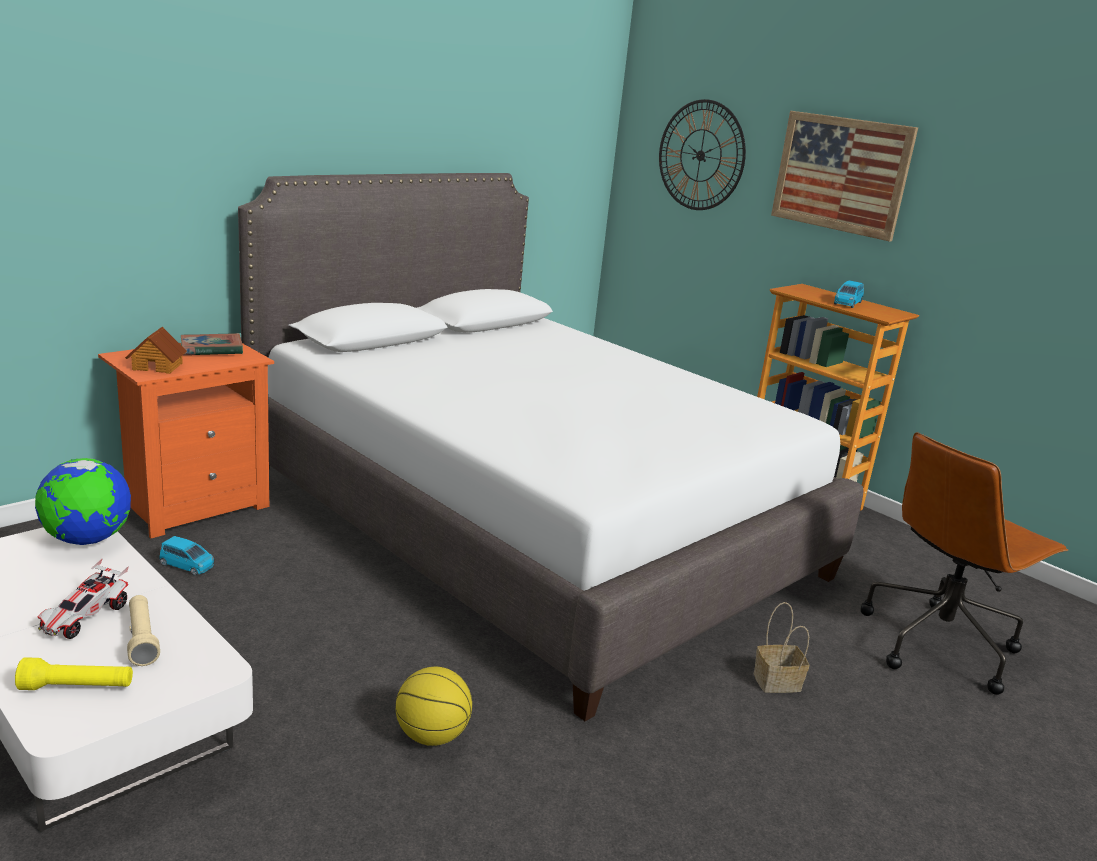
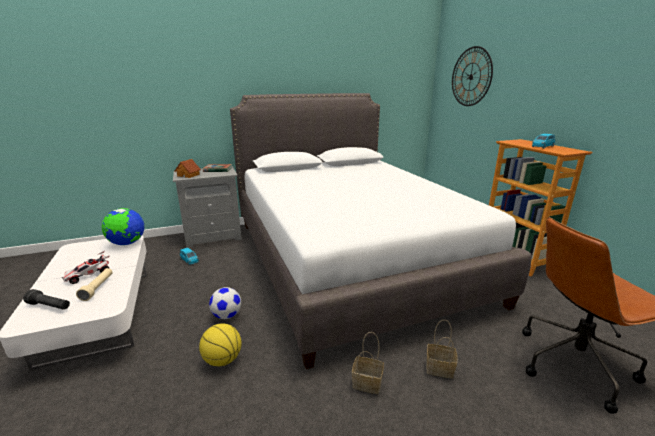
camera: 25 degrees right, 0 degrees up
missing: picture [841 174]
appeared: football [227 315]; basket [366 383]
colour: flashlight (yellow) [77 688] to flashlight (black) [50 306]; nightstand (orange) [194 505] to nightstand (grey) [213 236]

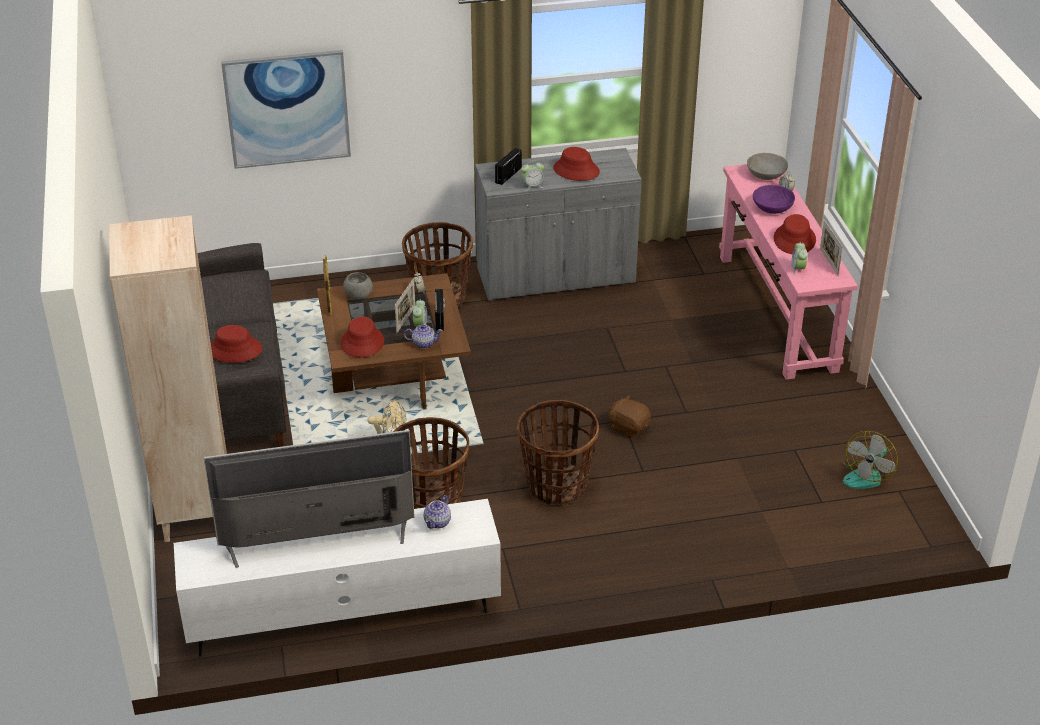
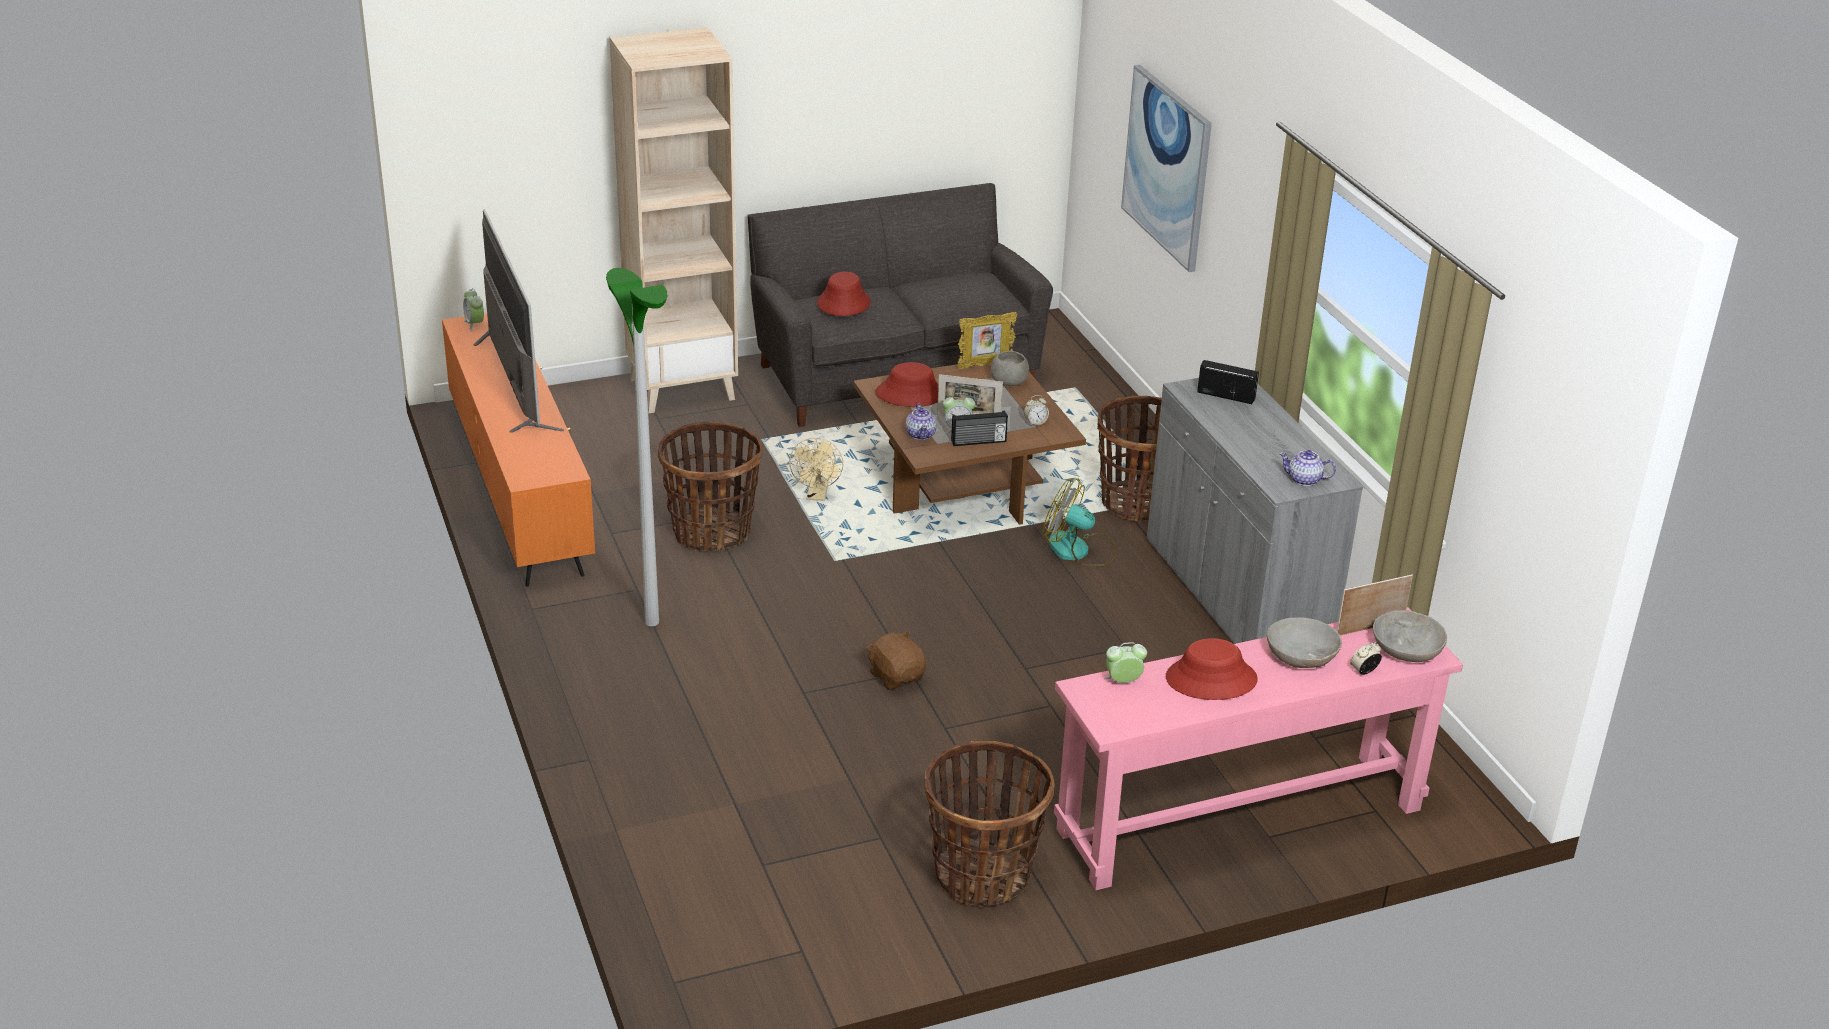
camera: 80 degrees right, 5 degrees down
missing: hat (red) [576 170]
appeared: floor lamp [652 622]
relocated: teapot [438 522] to [1305 480]; basket [556 486] to [982 875]; alarm clock [532 186] to [474 324]; picture frame [829 262] to [1370 628]; fan [866 474] to [1078 550]
colour: tv stand (white) [343 615] to tv stand (orange) [521 494]; bowl (purple) [772 207] to bowl (grey) [1301 656]
spun: plush toy (brown) [628 427] = [896 676] 60 degrees counterclockwise

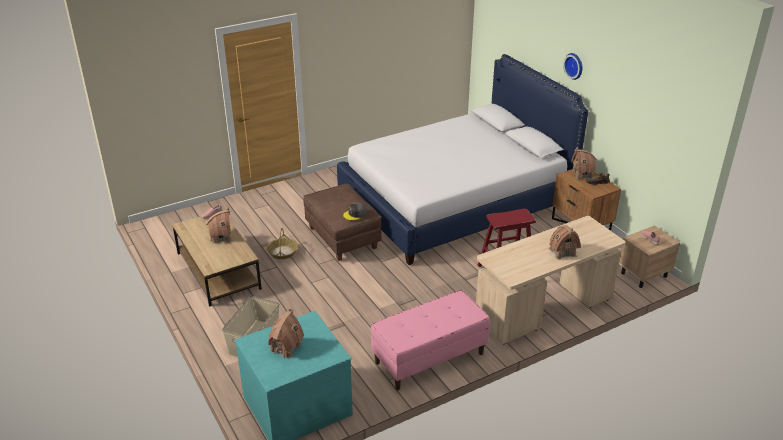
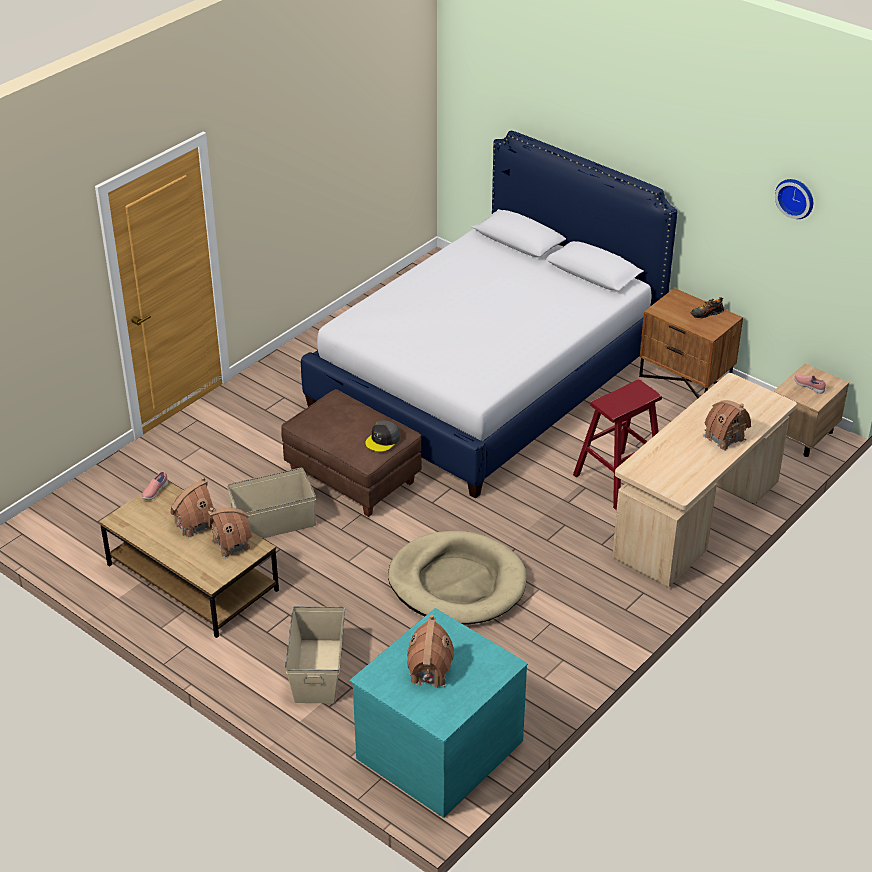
camera: 20 degrees left, 5 degrees up
missing: bench (pink) [429 358]
appeared: dog bed (beige) [457 583]
relocated: wall clock [575 65] to [796 197]; toy house [582 174] to [231 544]
exchanged: basket [282 252] to storage box (beige) [274 523]

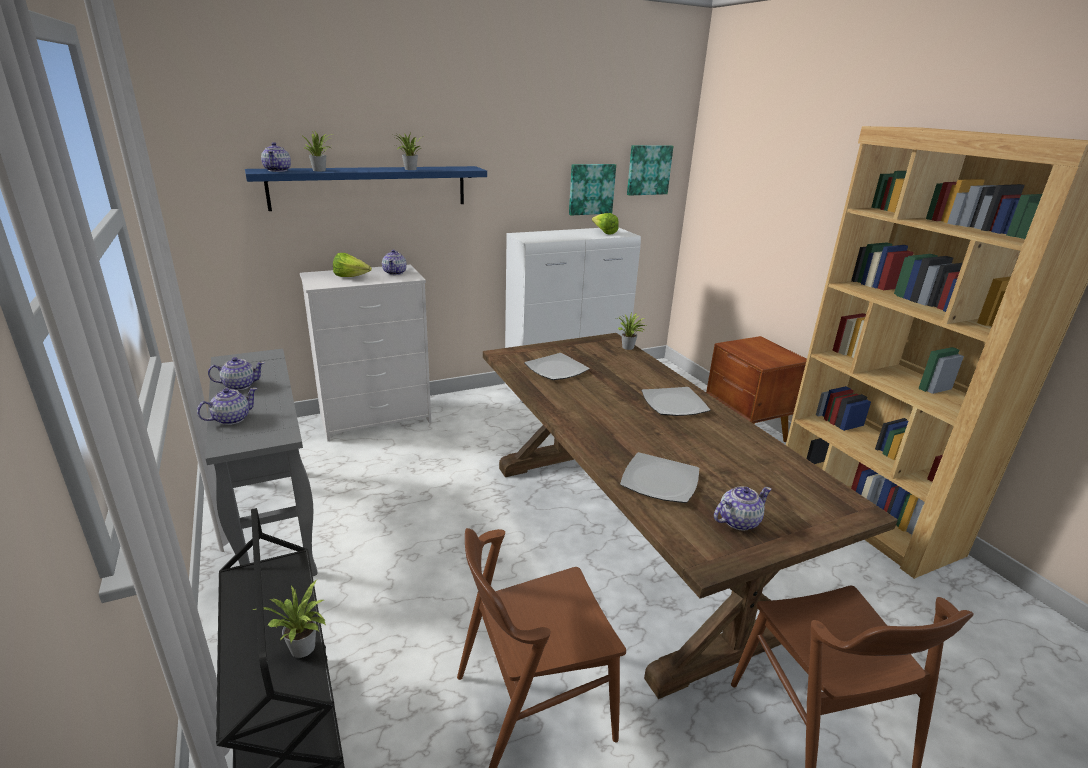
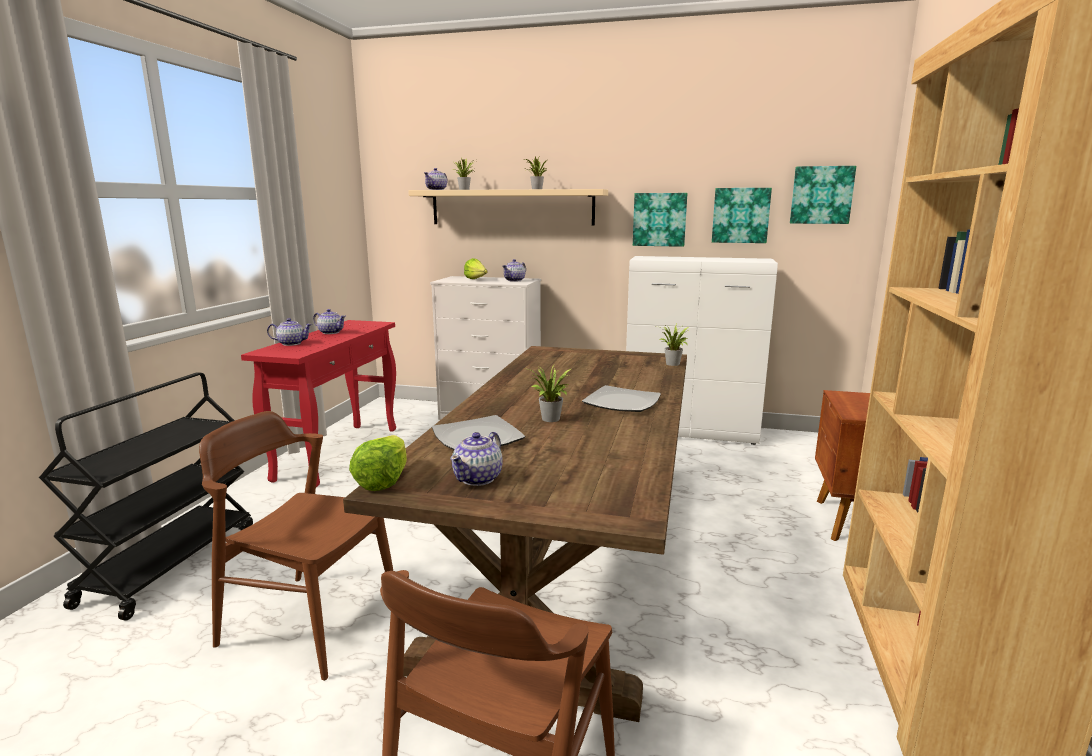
camera: 40 degrees right, 10 degrees down
missing: plate [556 369]
appeared: picture [659 219]
relocated: potted plant [303 650] to [550 420]; lettuce [604 232] to [383 480]
colour: console table (grey) [274 523] to console table (red) [339 452]; shelf (blue) [370 187] to shelf (beige) [511 207]
spun: teapot [738 521] = [478 478] 105 degrees clockwise

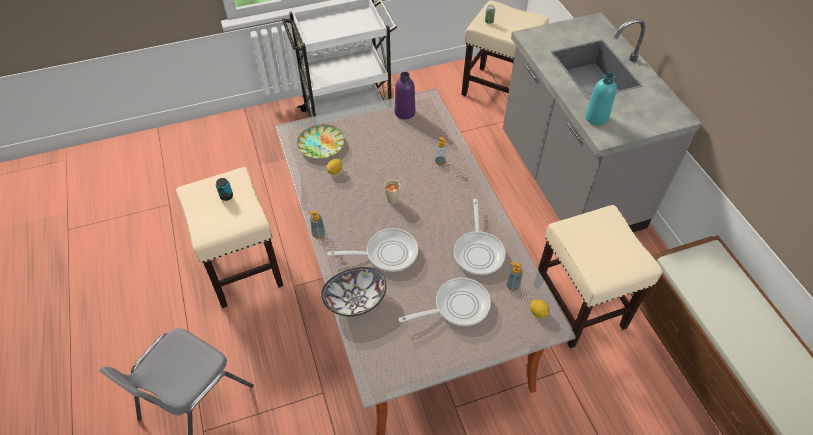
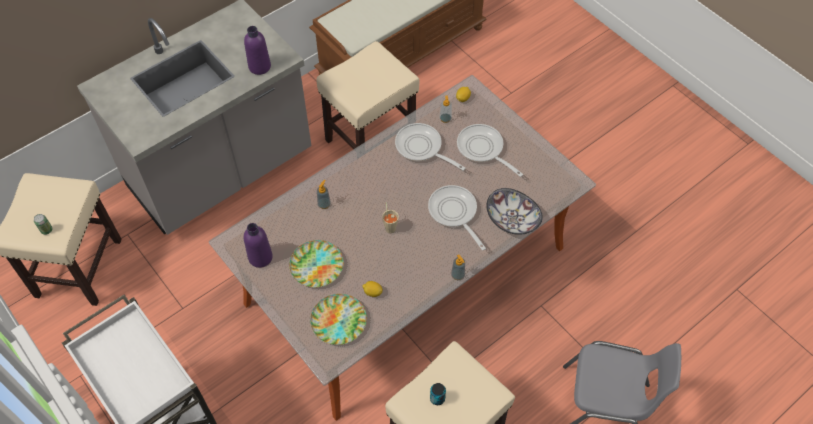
camera: 110 degrees left, 5 degrees up
appeared: plate [316 265]
colour: bottle (turquoise) [596 118] to bottle (purple) [259 66]
spun: frying pan [478 251] = [421 148] 120 degrees counterclockwise

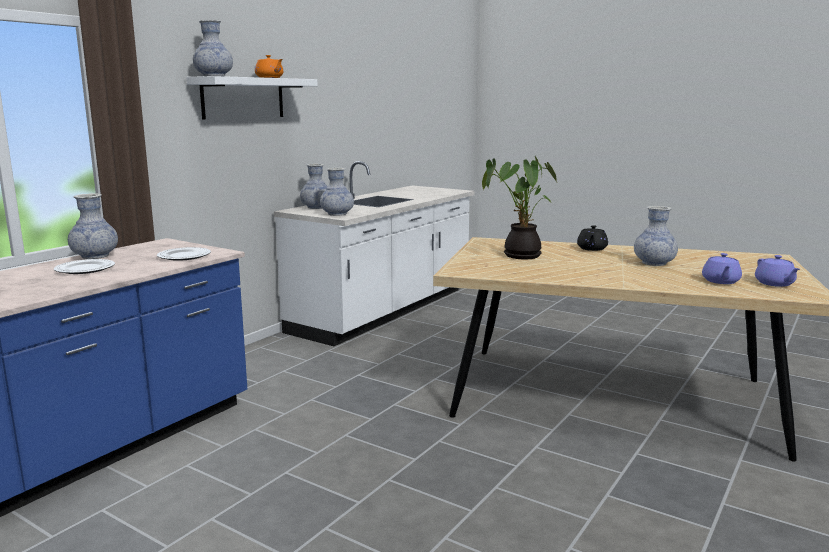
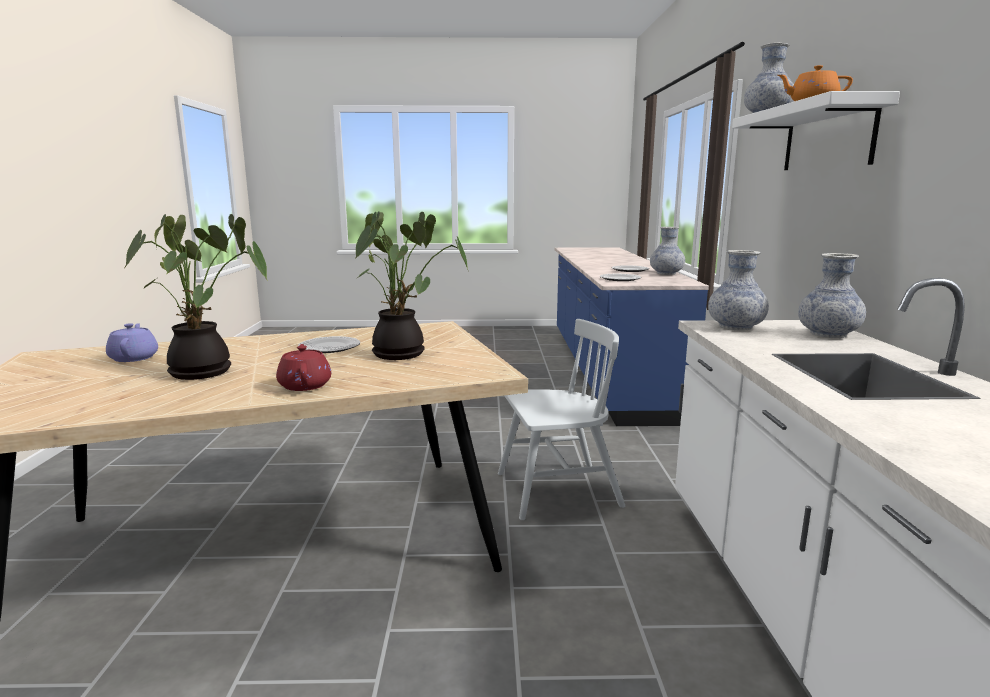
camera: 145 degrees right, 0 degrees up
missing: teapot (purple) [775 284]
appeared: plate [328 347]; chair (white) [557 490]
exchanged: vase [654 263] to potted plant [206 372]
colour: teapot (black) [591 249] to teapot (red) [305 385]

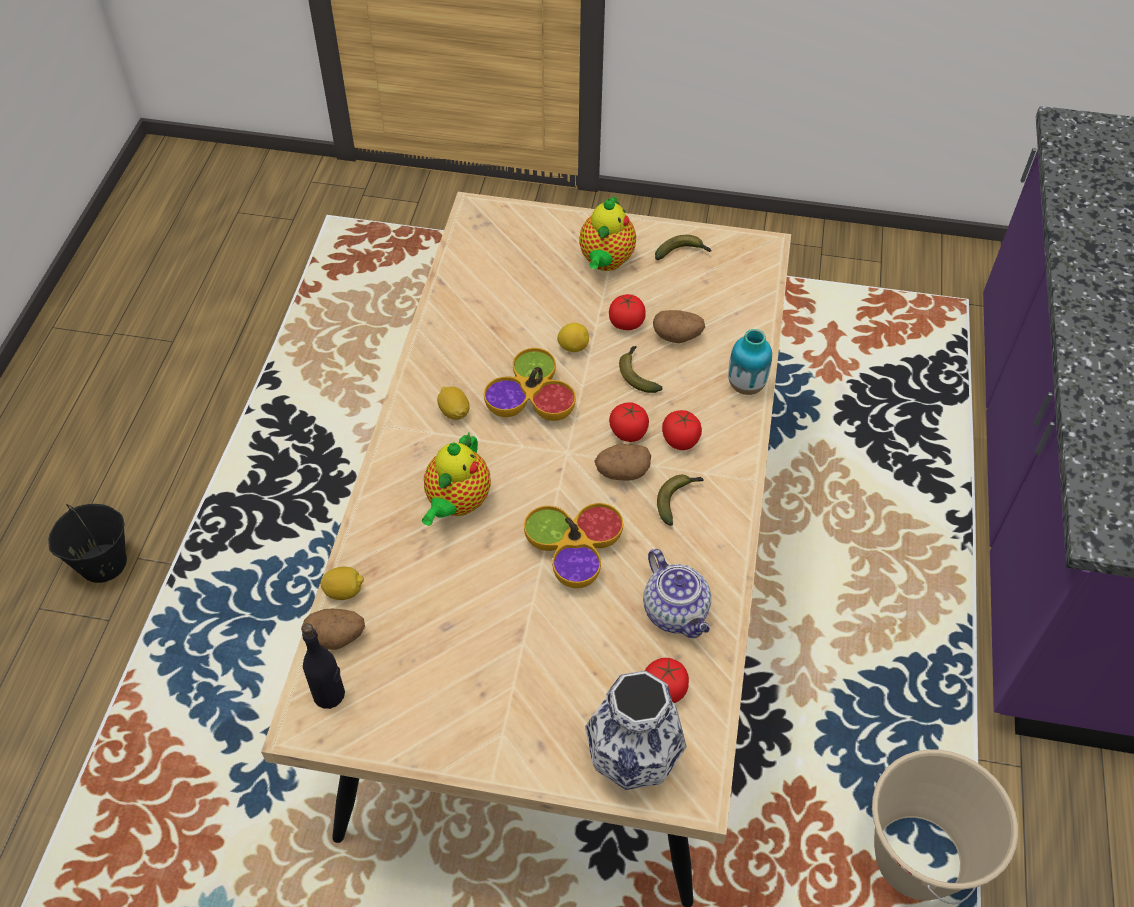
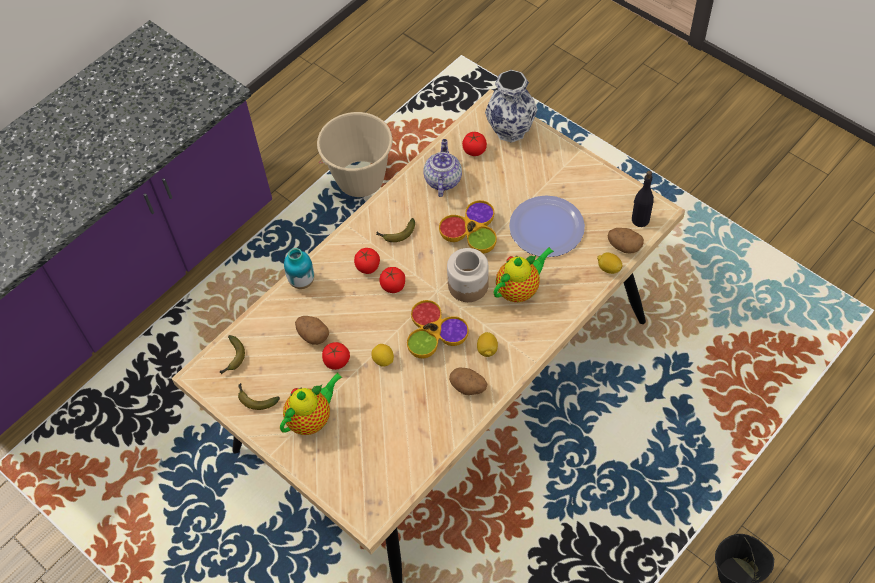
camera: 145 degrees left, 5 degrees up
appeared: jar [468 286]; plate [546 227]
relocated: potato [622 472] to [468 387]; banana [637 374] to [232 358]

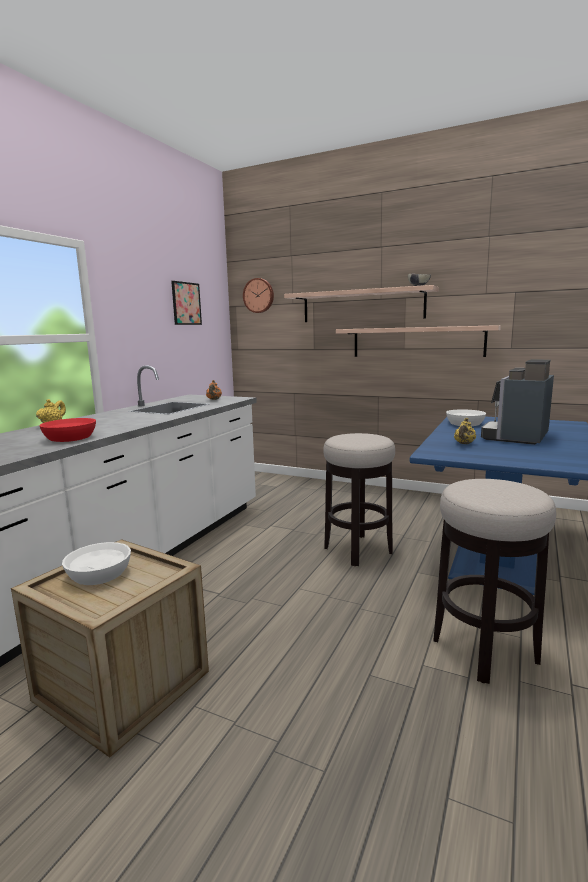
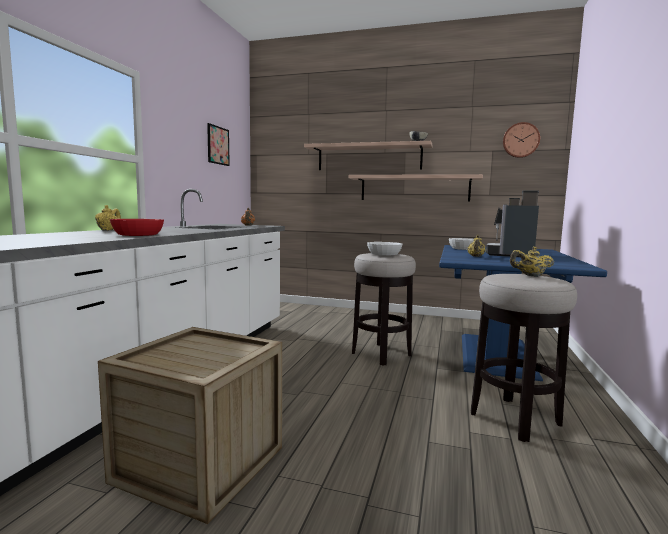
camera: 10 degrees left, 5 degrees down
appeared: teapot (yellow) [530 276]
relocated: bowl (white) [99 574] to [383 254]; wall clock [259 295] to [520 140]

